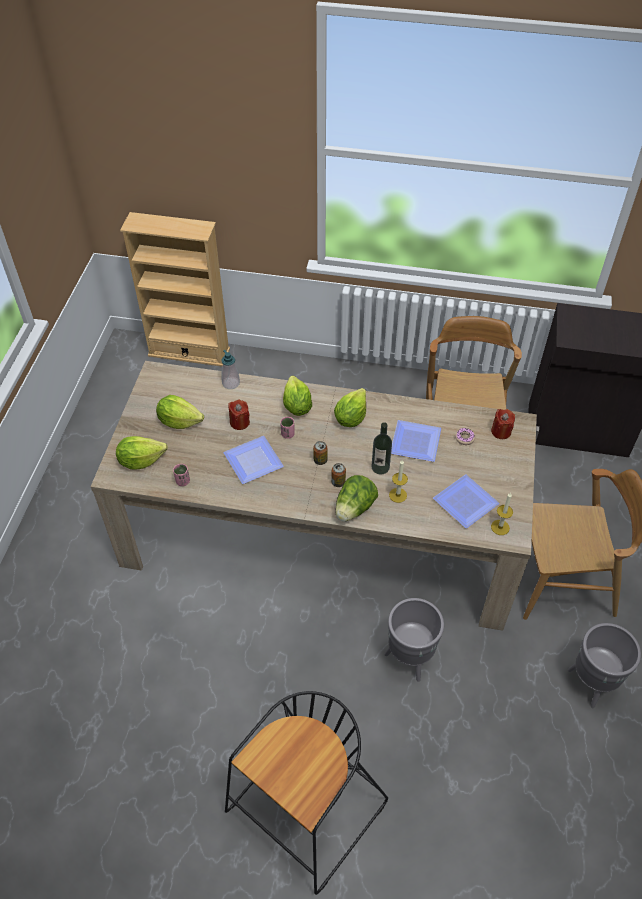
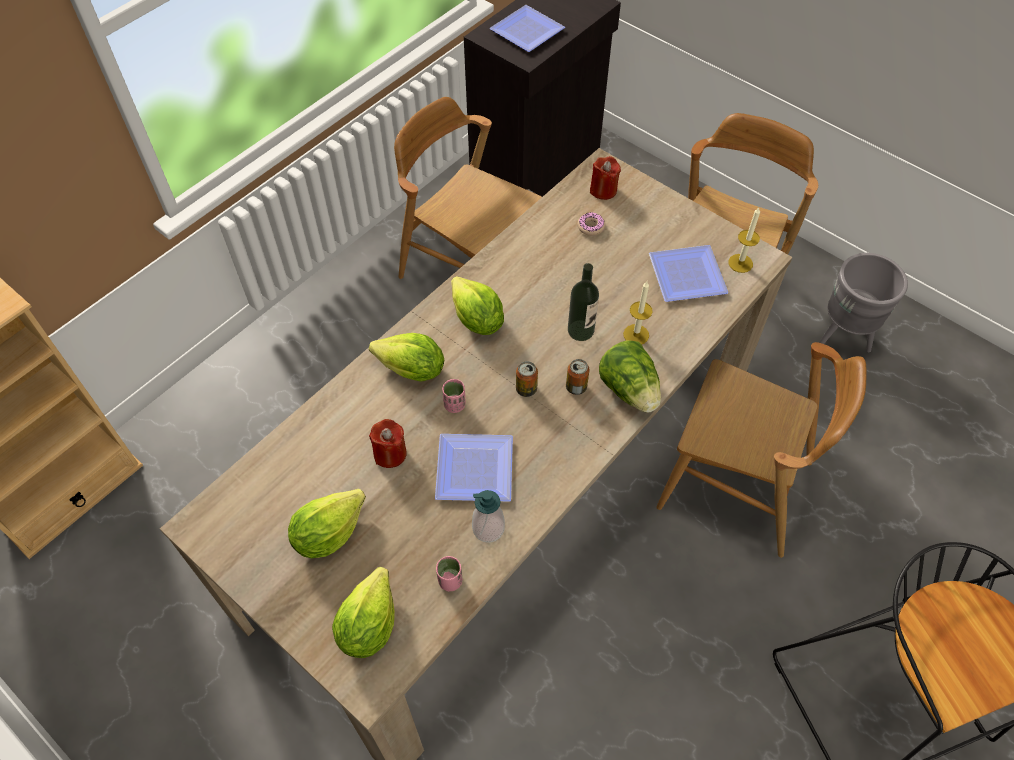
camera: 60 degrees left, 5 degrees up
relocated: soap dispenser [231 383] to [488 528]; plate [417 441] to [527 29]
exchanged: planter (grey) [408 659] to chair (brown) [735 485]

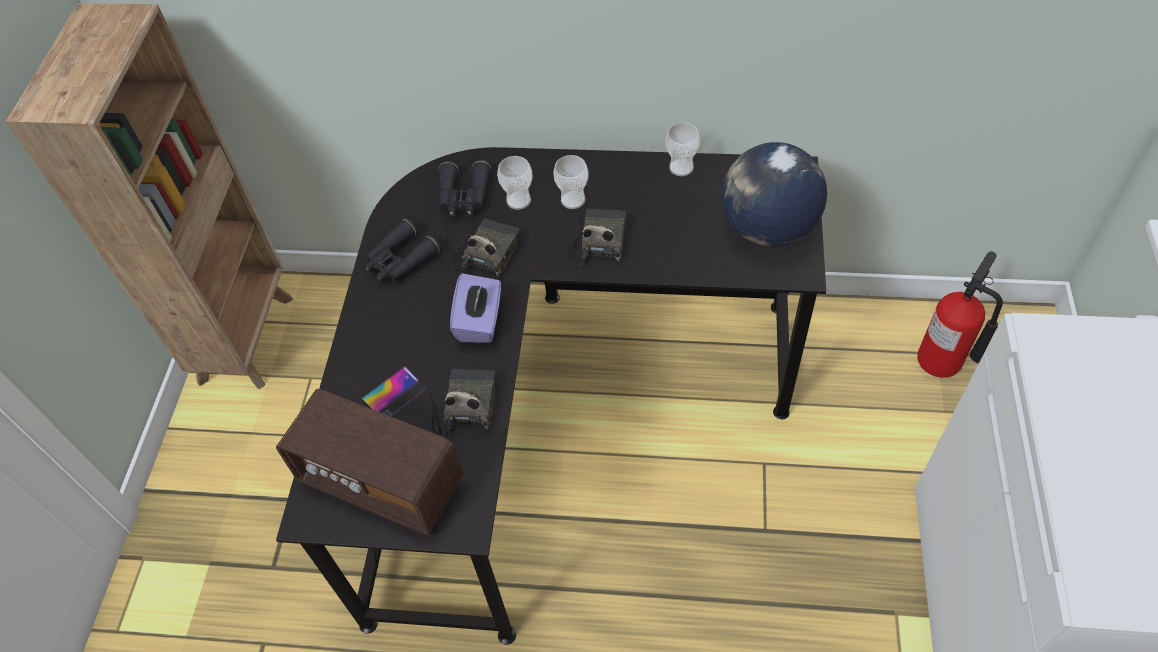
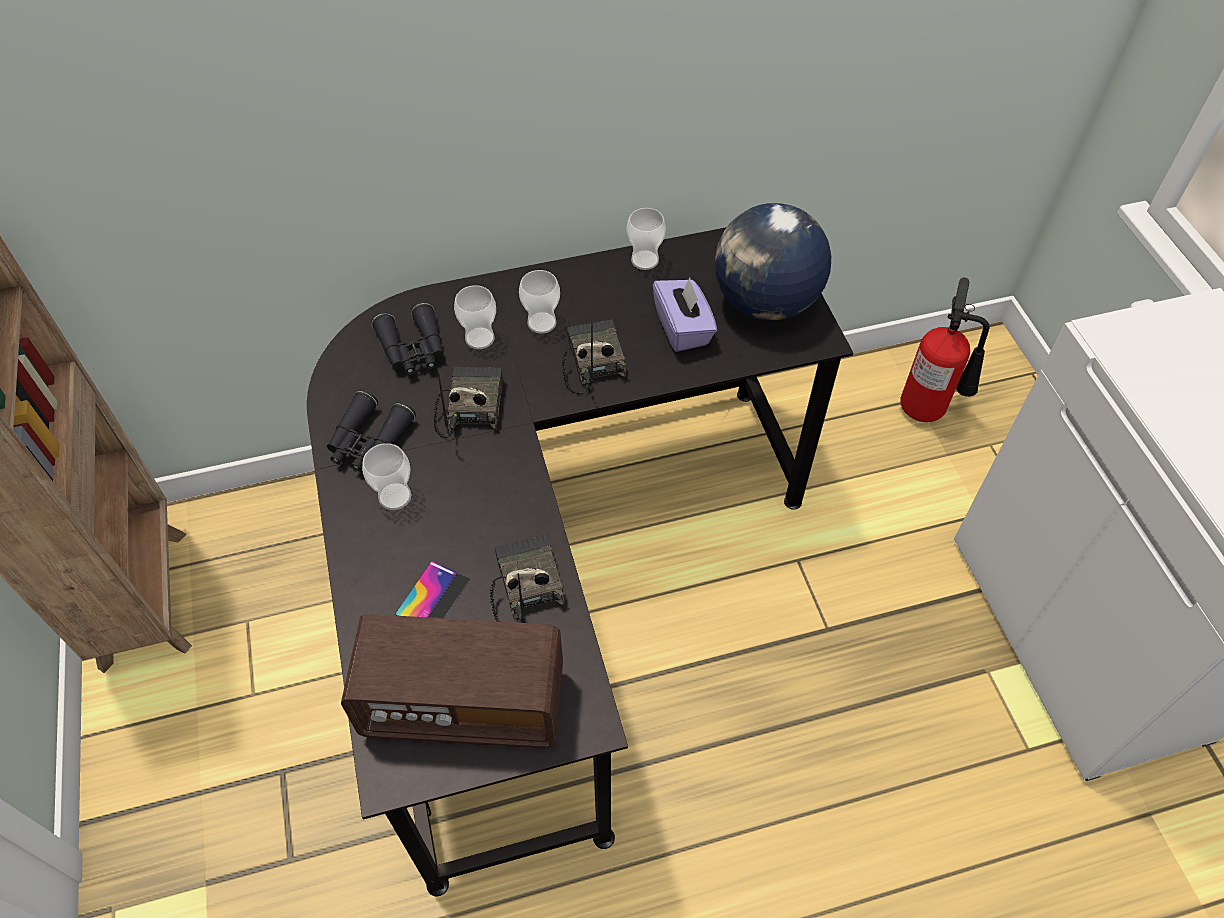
camera: 25 degrees left, 0 degrees up
appeared: cup [395 496]
relocated: tissue box (purple) [480 321] to [683 328]

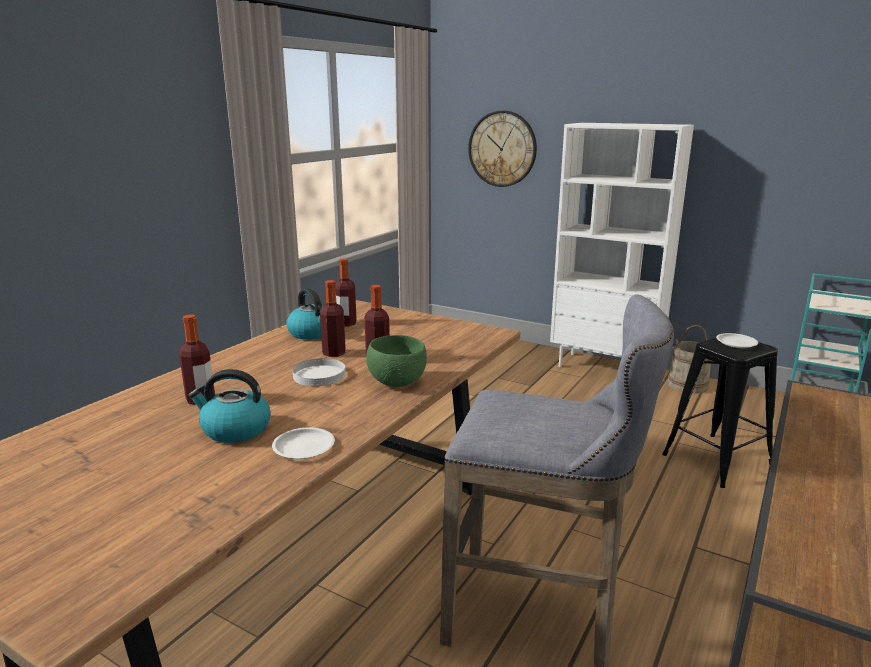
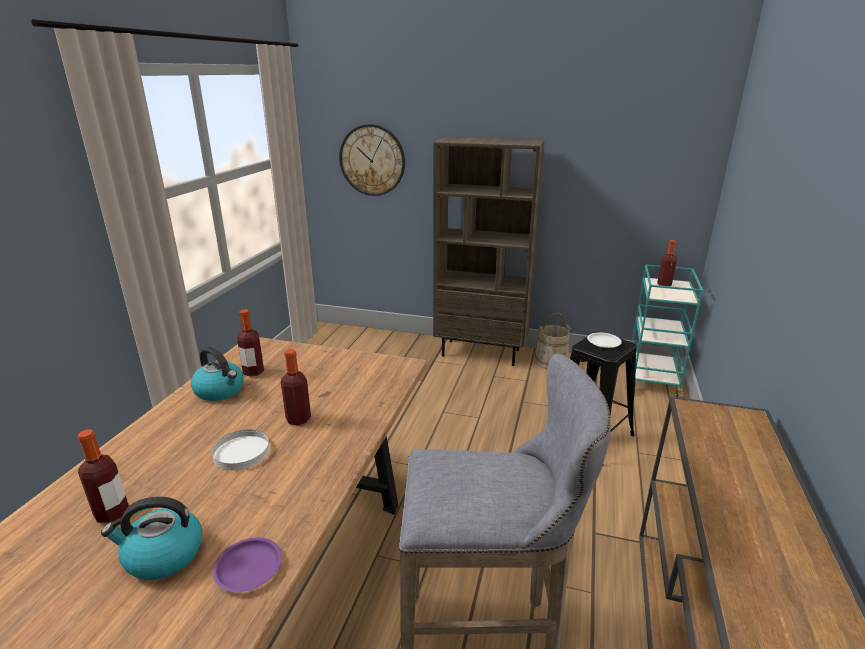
camera: 15 degrees left, 5 degrees up
missing: bowl (green) [396 383]
relocated: bottle [334 353] to [664 284]
colour: plate (white) [303 447] to plate (purple) [248 568]; bookcase (white) [605 367] to bookcase (brown) [481 352]

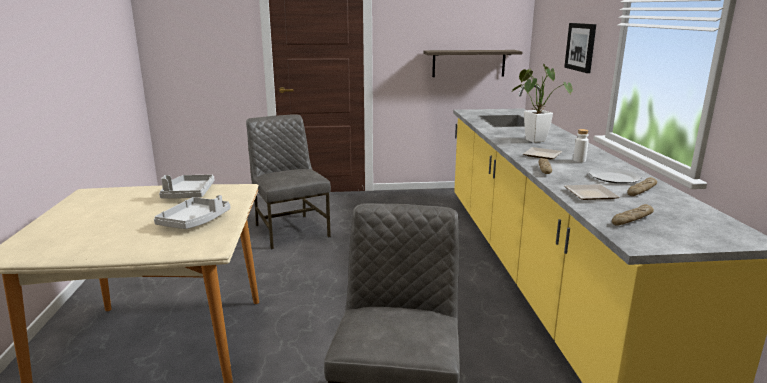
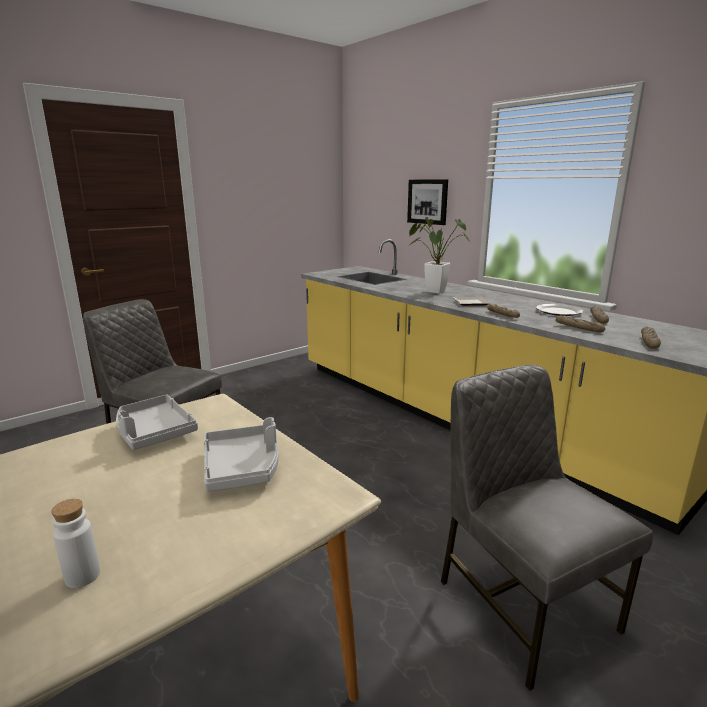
camera: 35 degrees left, 0 degrees up
missing: shelf [468 63]
relocated: bottle (white) [579 160] to [82 576]
exchanged: plate [591 194] to bread [579 328]

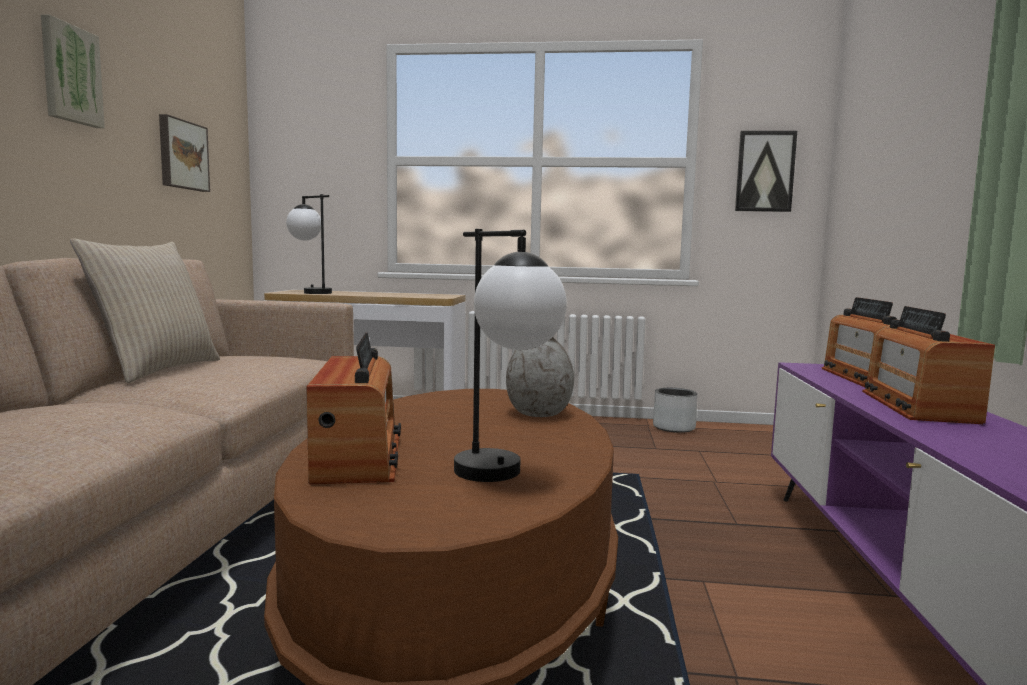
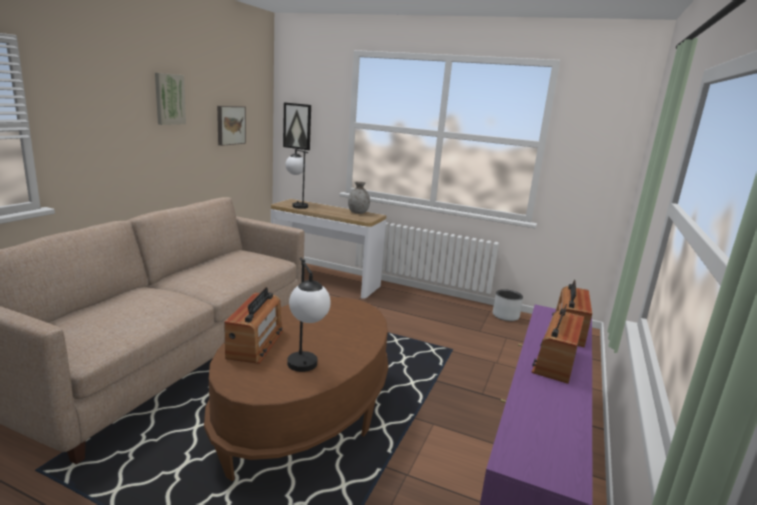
camera: 15 degrees right, 10 degrees up
missing: pillow (beige) [156 370]
relocated: vase (grey) [539 414] to [358 212]; picture [765 171] to [297 126]

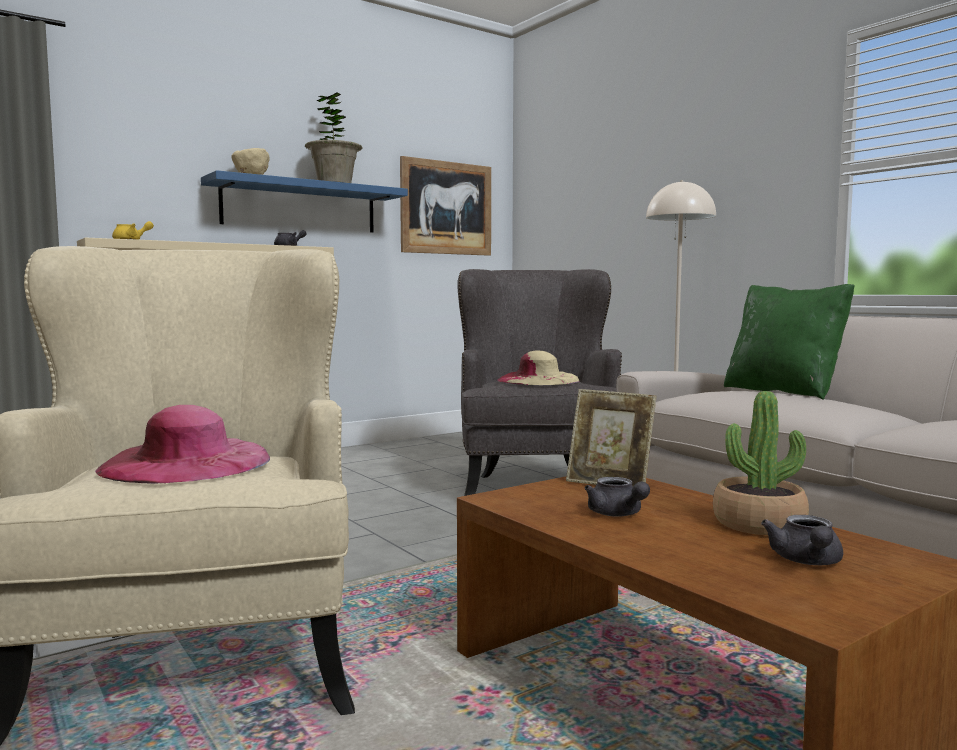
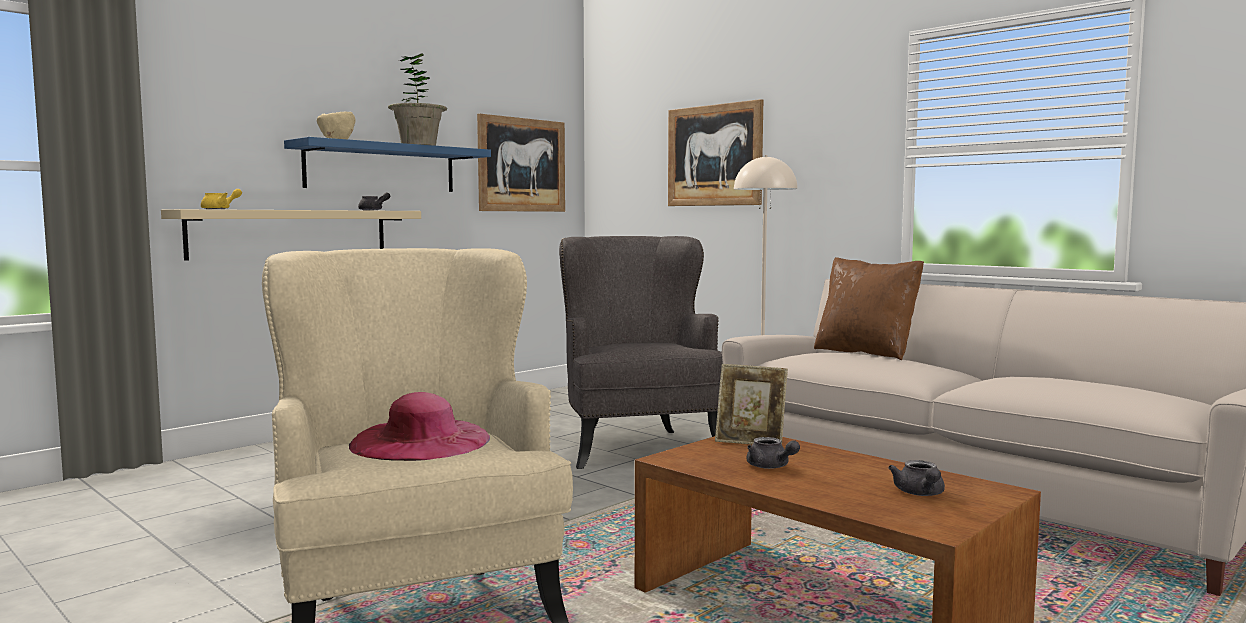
camera: 10 degrees left, 0 degrees up
missing: hat (beige) [538 380]; potted plant [758 524]
appeared: picture [714 155]
colour: pillow (green) [783 392] to pillow (brown) [866 353]

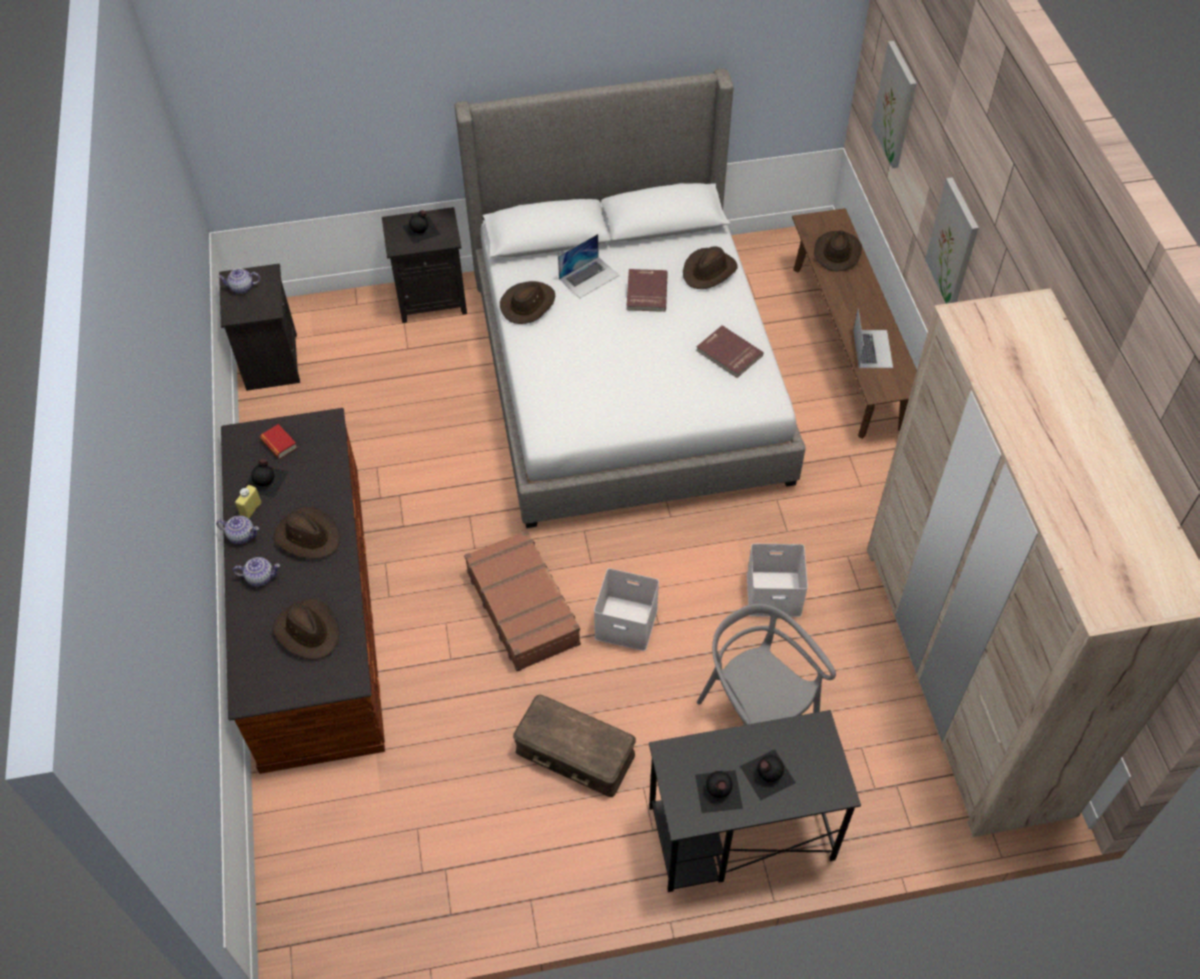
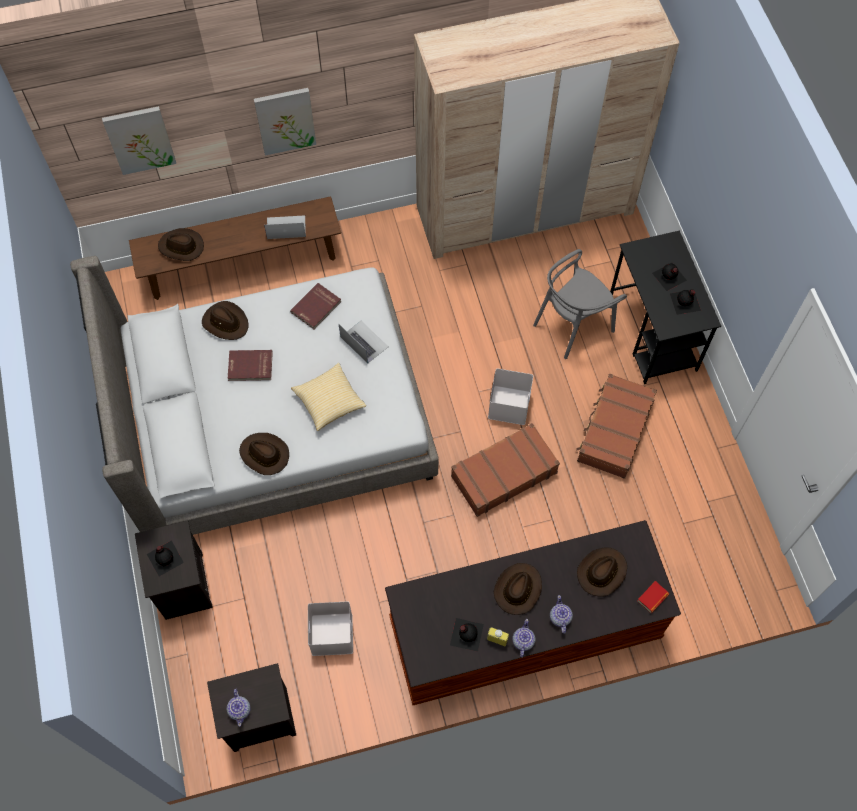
camera: 95 degrees left, 10 degrees up
appeared: pillow [329 401]
relocated: book [279 444] to [652 598]; laptop [589 277] to [364 342]; storage box (white) [775 593] to [331 633]
exchanged: storage box (brown) [574 753] to suitcase (brown) [614 430]

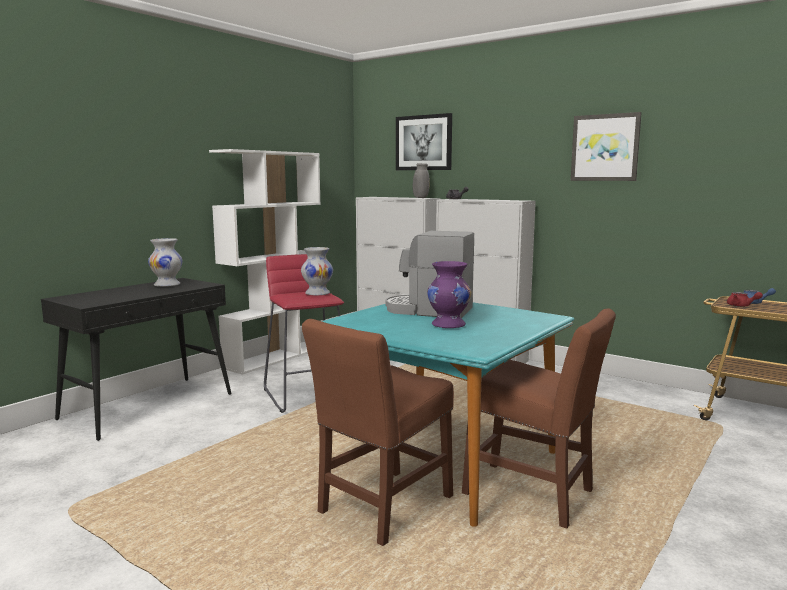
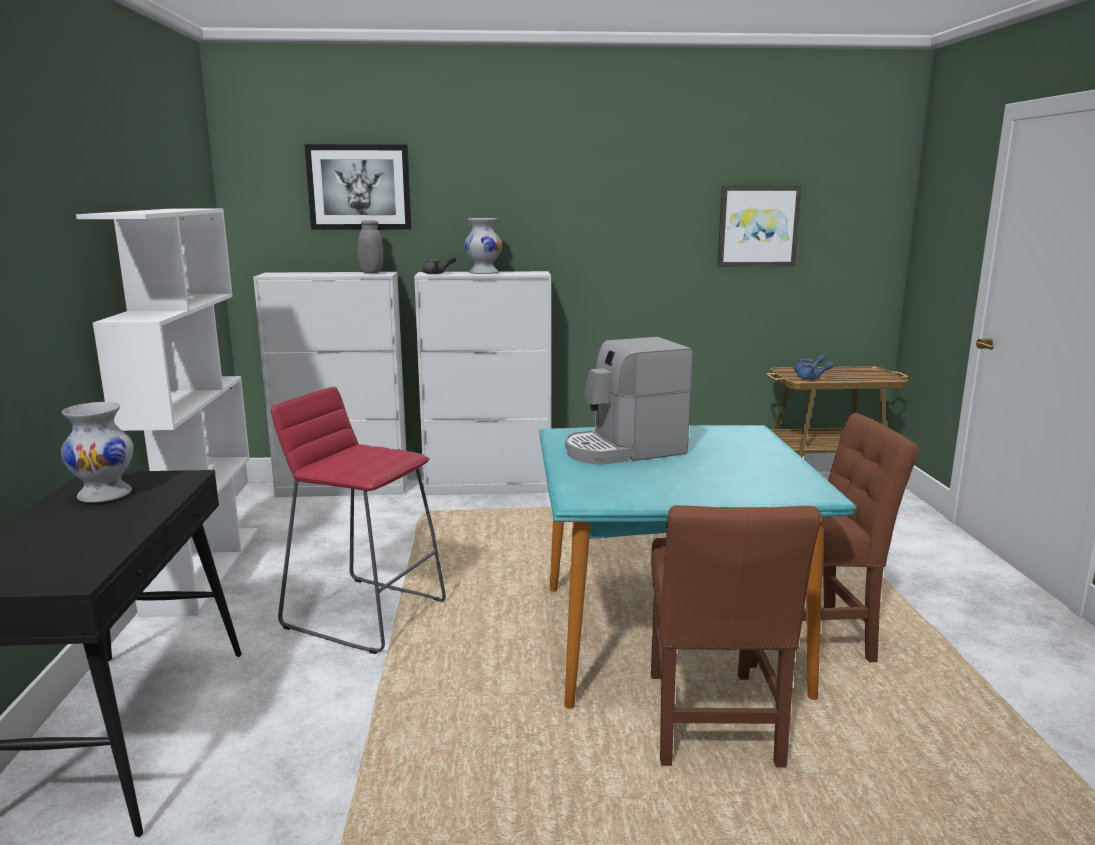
camera: 40 degrees left, 5 degrees up
missing: vase (purple) [449 325]
relocated: vase (white) [317 293] to [483 273]; picture [605 147] to [758 226]
colour: teapot (red) [741 306] to teapot (blue) [812 378]

